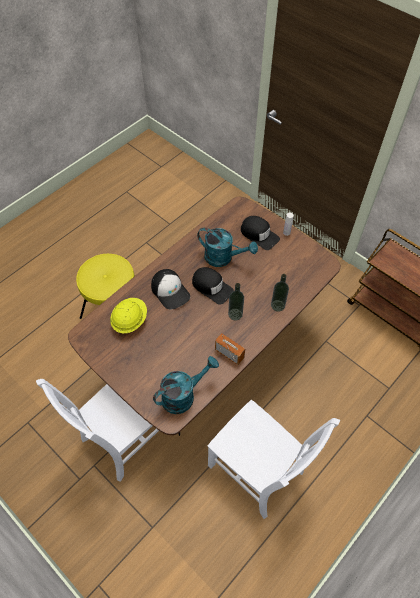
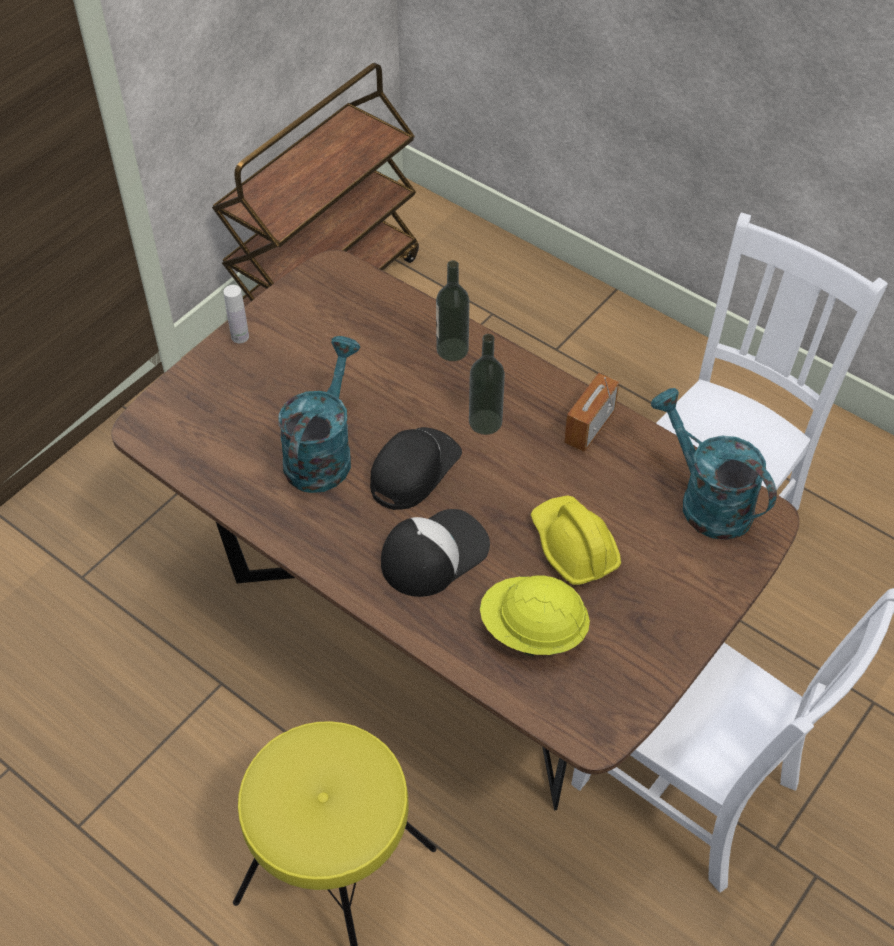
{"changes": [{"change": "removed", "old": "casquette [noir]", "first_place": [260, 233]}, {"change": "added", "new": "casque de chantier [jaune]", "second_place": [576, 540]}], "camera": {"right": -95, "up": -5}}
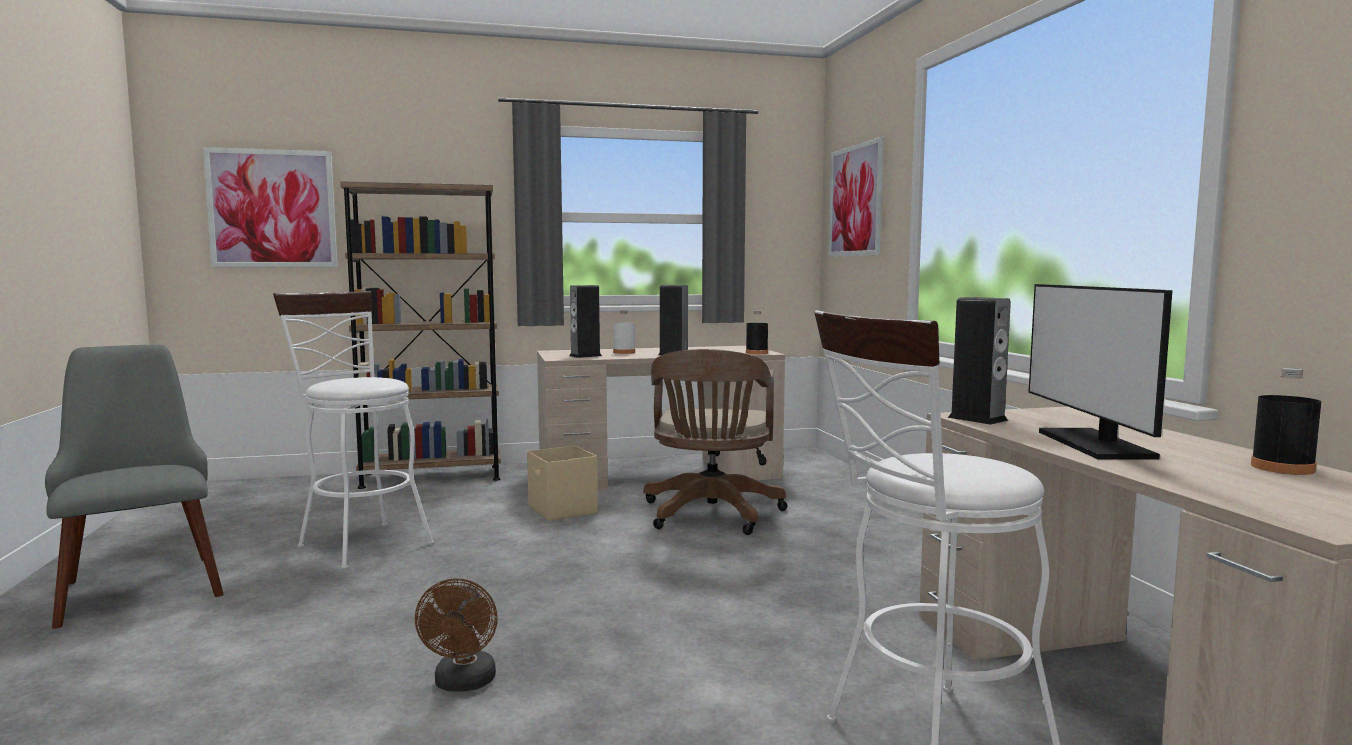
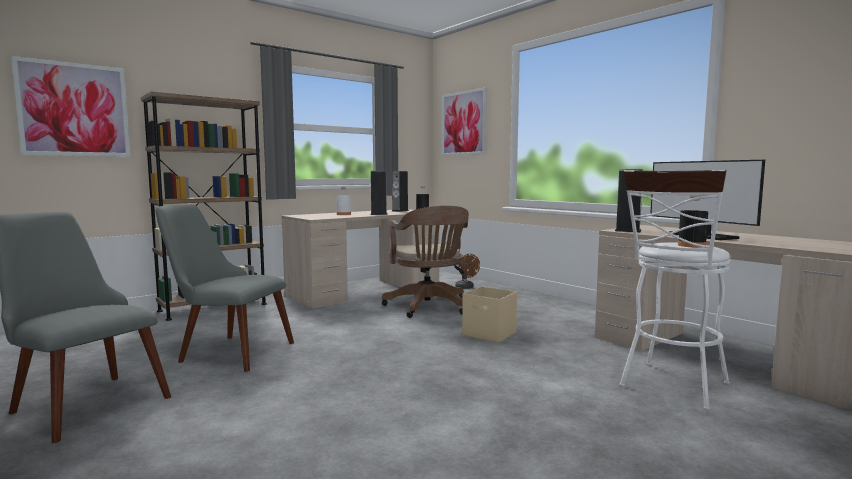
{"changes": [{"change": "replaced", "old": "tabouret [blanc]", "new": "chaise [gris]", "first_place": [353, 430], "second_place": [225, 288]}, {"change": "moved", "old": "ventilateur [marron]", "first_place": [456, 635], "second_place": [467, 271]}, {"change": "moved", "old": "boîte de rangement [beige]", "first_place": [562, 483], "second_place": [489, 314]}, {"change": "moved", "old": "enceinte", "first_place": [585, 321], "second_place": [400, 191]}, {"change": "moved", "old": "bouteille [noir]", "first_place": [1286, 421], "second_place": [693, 222]}], "camera": {"right": -25, "up": 0}}
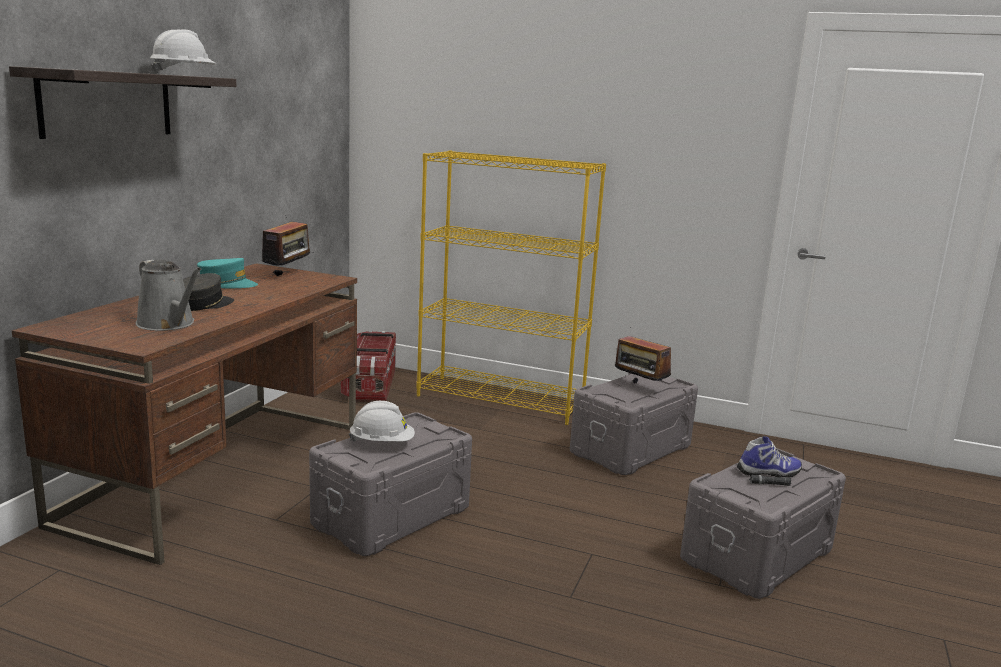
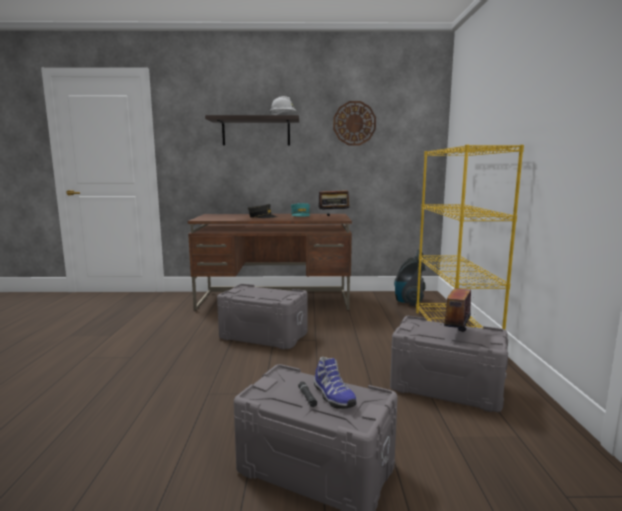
{"changes": [{"change": "removed", "old": "arrosoir [gris]", "first_place": [168, 295]}, {"change": "replaced", "old": "boîte de rangement", "new": "aspirateur", "first_place": [368, 366], "second_place": [410, 277]}, {"change": "removed", "old": "casque de chantier [blanc]", "first_place": [382, 421]}, {"change": "added", "new": "horloge murale", "second_place": [354, 123]}], "camera": {"right": 70, "up": -5}}
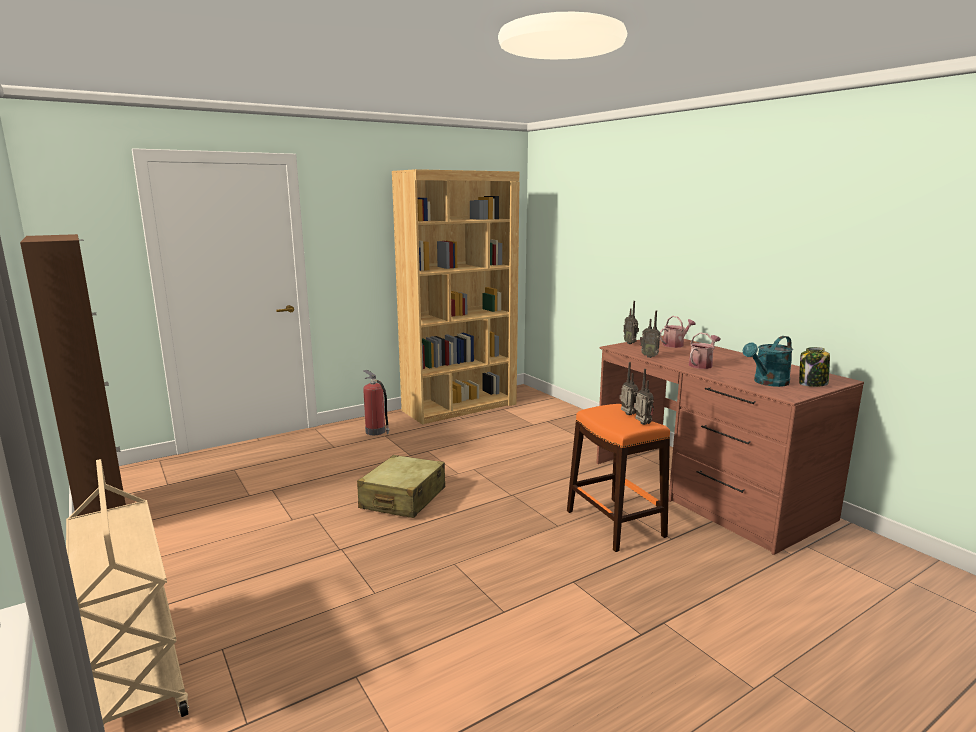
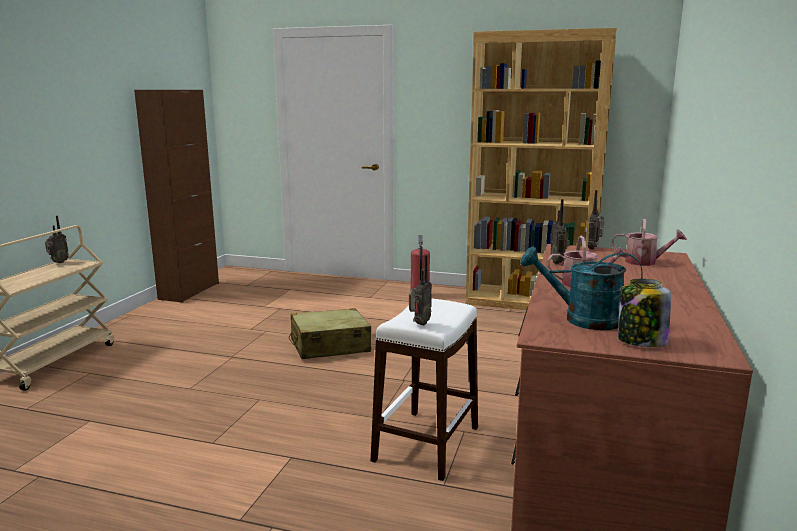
{"changes": [{"change": "recoloured", "old": "tabouret [orange]", "new": "tabouret [blanc]", "first_place": [618, 478], "second_place": [424, 390]}, {"change": "moved", "old": "radio", "first_place": [628, 388], "second_place": [57, 239]}], "camera": {"right": 50, "up": 0}}
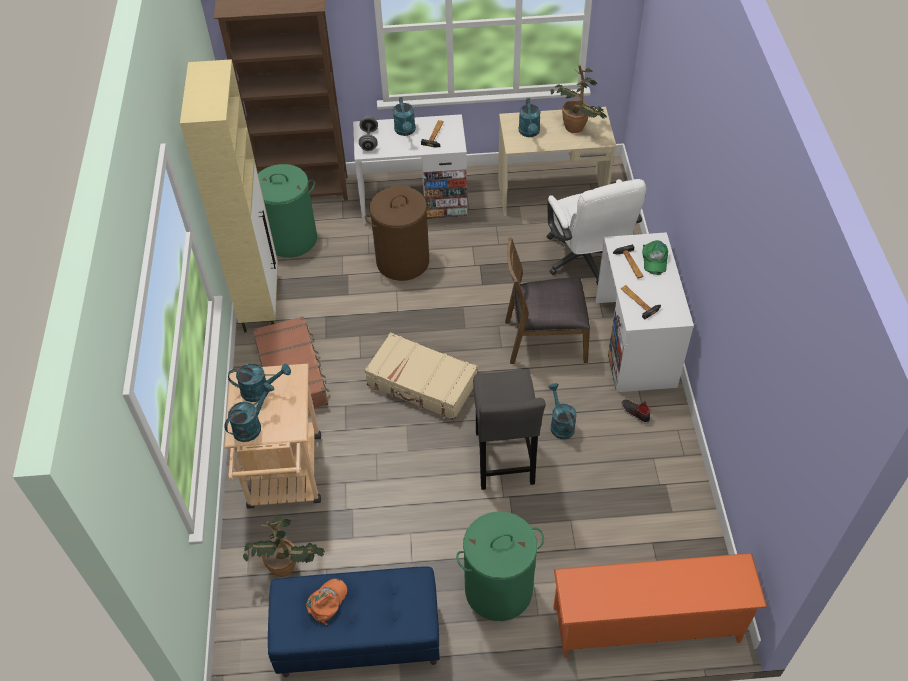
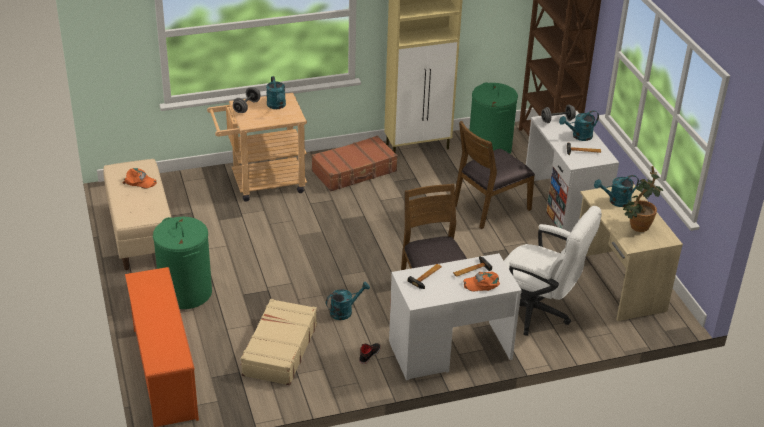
{"changes": [{"change": "replaced", "old": "arrosoir [turquoise]", "new": "haltère [gris]", "first_place": [249, 412], "second_place": [247, 100]}, {"change": "removed", "old": "plante en pot", "first_place": [284, 546]}, {"change": "recoloured", "old": "banc [bleu]", "new": "banc [beige]", "first_place": [354, 621], "second_place": [137, 214]}, {"change": "replaced", "old": "panier à linge [marron]", "new": "chaise [marron]", "first_place": [398, 233], "second_place": [495, 175]}, {"change": "moved", "old": "valise [beige]", "first_place": [421, 376], "second_place": [278, 342]}, {"change": "removed", "old": "tabouret [gris]", "first_place": [509, 429]}, {"change": "turned", "old": "chaise de bureau [blanc]", "first_place": [596, 232], "second_place": [553, 271], "degrees": -120}, {"change": "recoloured", "old": "casquette [vert]", "new": "casquette [orange]", "first_place": [655, 257], "second_place": [481, 282]}], "camera": {"right": 75, "up": -15}}
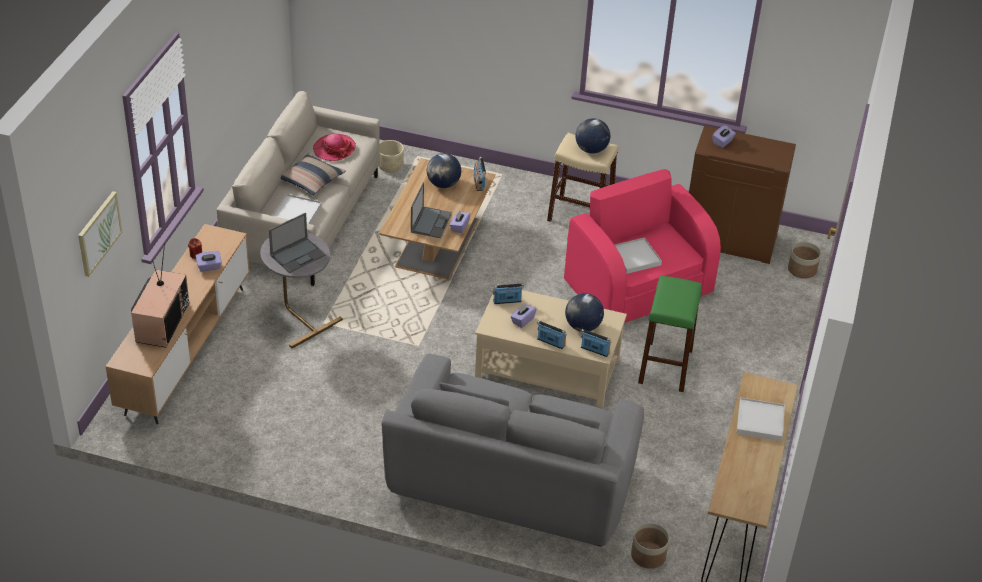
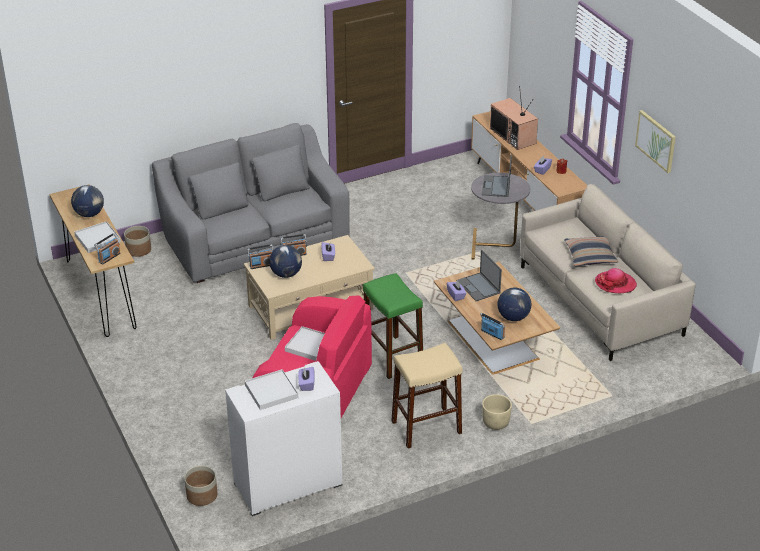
{"changes": [{"change": "moved", "old": "tableau", "first_place": [100, 234], "second_place": [655, 141]}, {"change": "moved", "old": "plateau [blanc]", "first_place": [297, 209], "second_place": [271, 389]}, {"change": "moved", "old": "cache-pot [beige]", "first_place": [391, 156], "second_place": [497, 412]}, {"change": "moved", "old": "radio", "first_place": [508, 293], "second_place": [107, 248]}, {"change": "moved", "old": "globe", "first_place": [592, 136], "second_place": [87, 201]}, {"change": "moved", "old": "tabouret [vert]", "first_place": [670, 334], "second_place": [393, 326]}, {"change": "recoloured", "old": "meuble de rangement [marron]", "new": "meuble de rangement [blanc]", "first_place": [742, 195], "second_place": [283, 438]}], "camera": {"right": 140, "up": -5}}
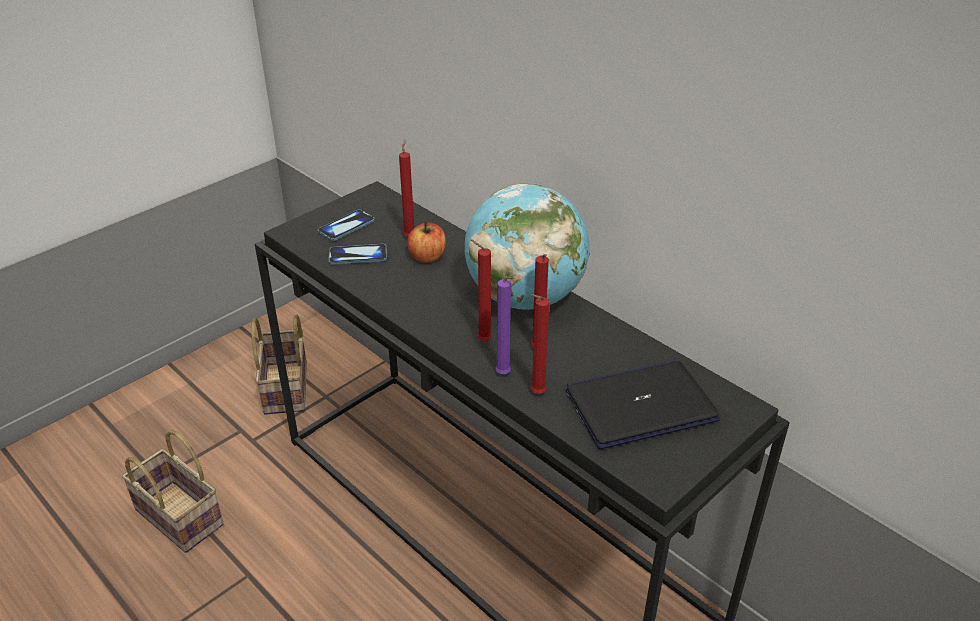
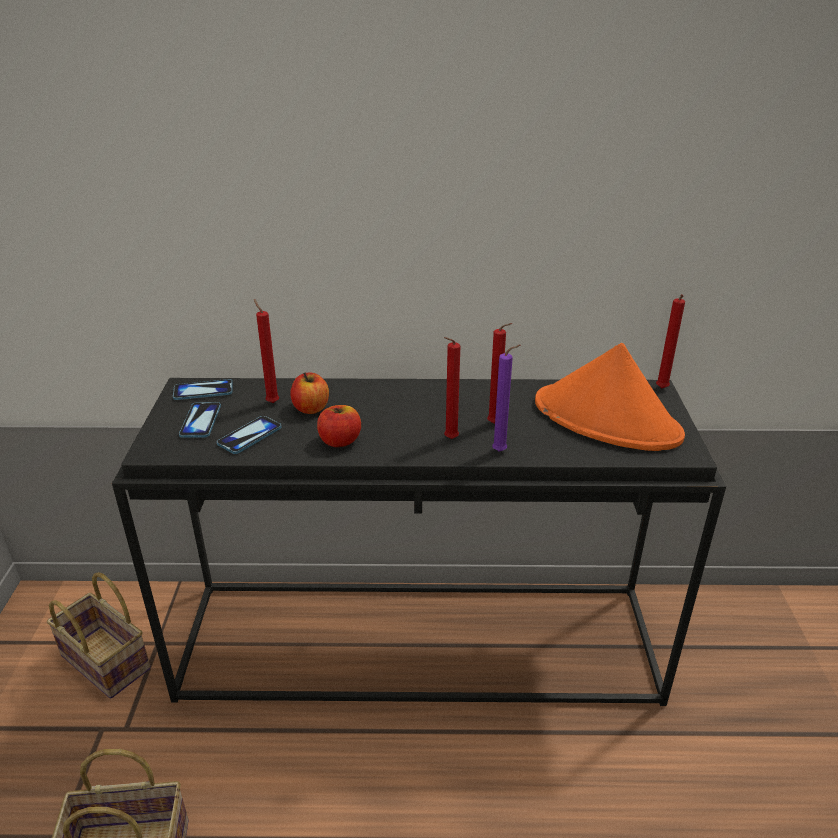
{"changes": [{"change": "removed", "old": "globe", "first_place": [527, 246]}, {"change": "moved", "old": "bougie [rouge]", "first_place": [540, 344], "second_place": [670, 341]}, {"change": "replaced", "old": "ordinateur portable", "new": "chapeau [orange]", "first_place": [643, 404], "second_place": [610, 397]}, {"change": "added", "new": "téléphone", "second_place": [202, 389]}, {"change": "added", "new": "pomme", "second_place": [339, 426]}], "camera": {"right": -45, "up": -5}}
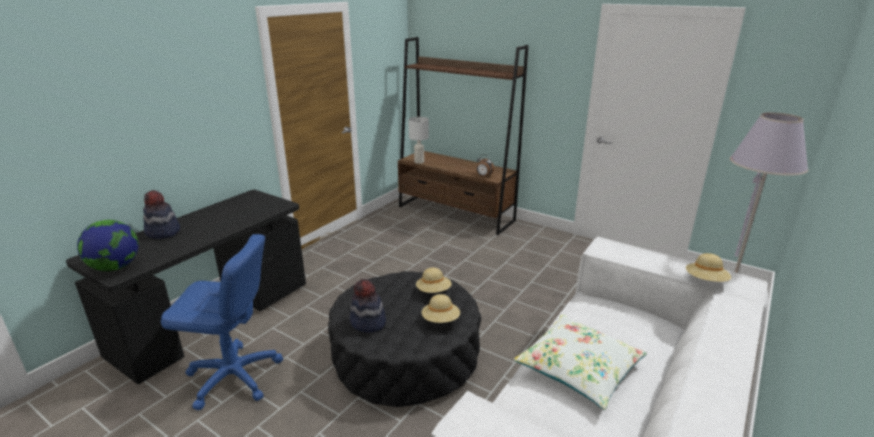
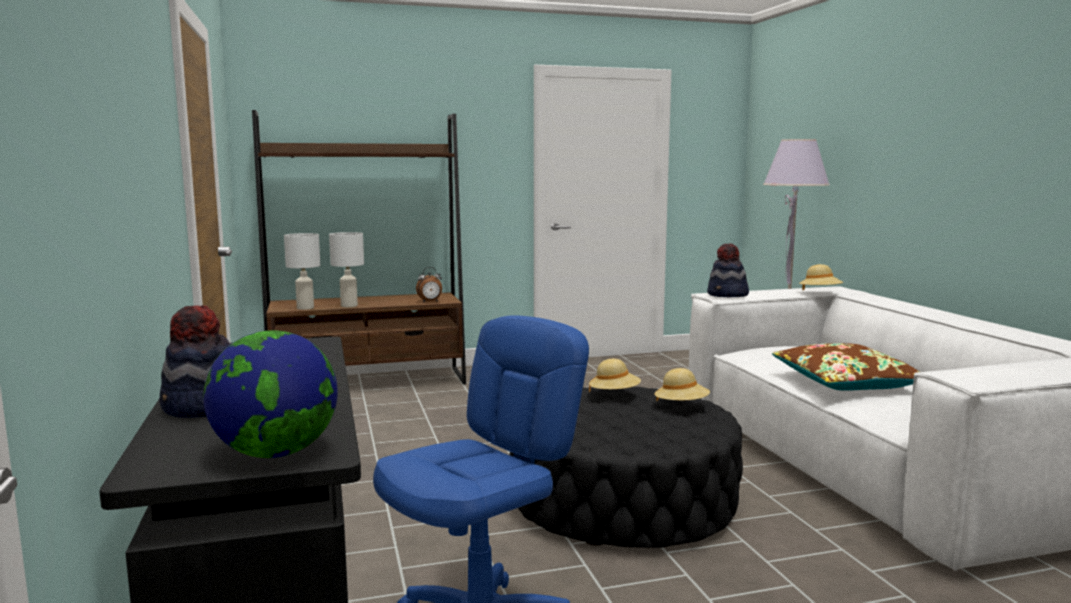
{"changes": [{"change": "moved", "old": "chapeau", "first_place": [367, 306], "second_place": [728, 270]}, {"change": "recoloured", "old": "coussin [blanc]", "new": "coussin [marron]", "first_place": [580, 362], "second_place": [846, 367]}, {"change": "added", "new": "lampe de table [blanc]", "second_place": [346, 269]}], "camera": {"right": -50, "up": -15}}
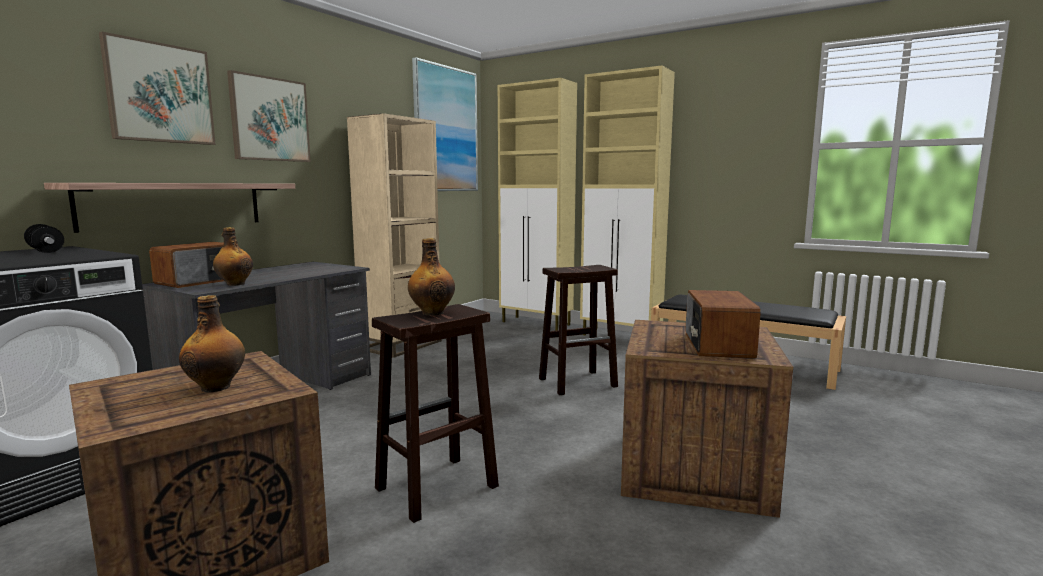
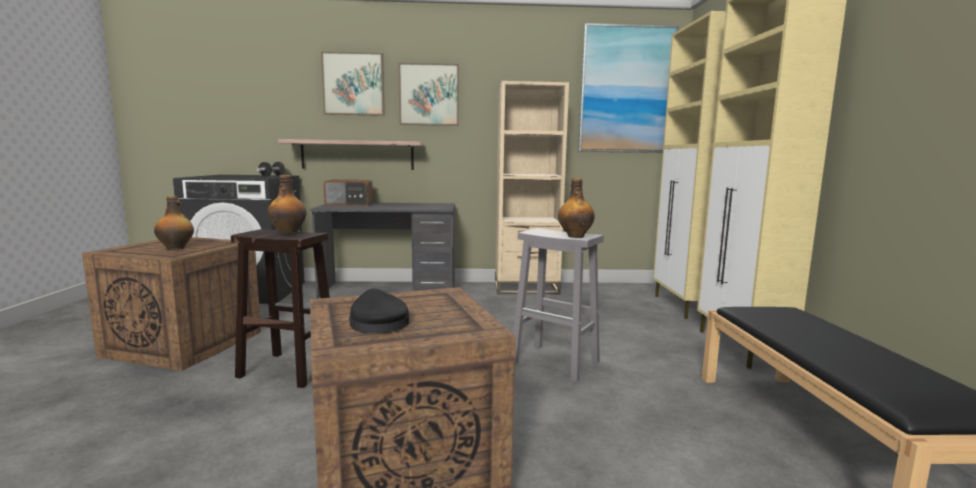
{"changes": [{"change": "moved", "old": "bouteille", "first_place": [233, 256], "second_place": [576, 208]}, {"change": "recoloured", "old": "tabouret [marron]", "new": "tabouret [gris]", "first_place": [578, 330], "second_place": [558, 305]}, {"change": "replaced", "old": "radio", "new": "casquette [noir]", "first_place": [723, 324], "second_place": [379, 310]}], "camera": {"right": 55, "up": 0}}
